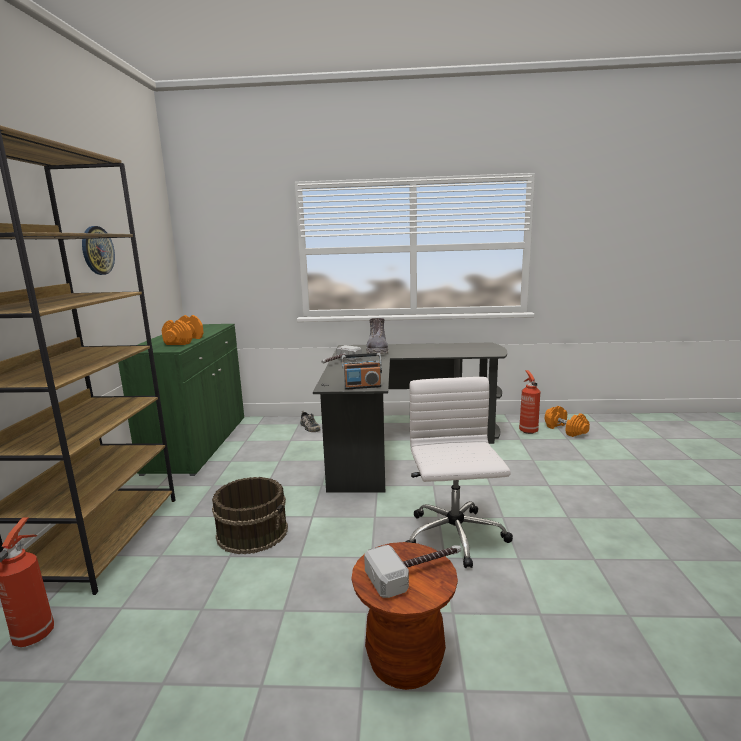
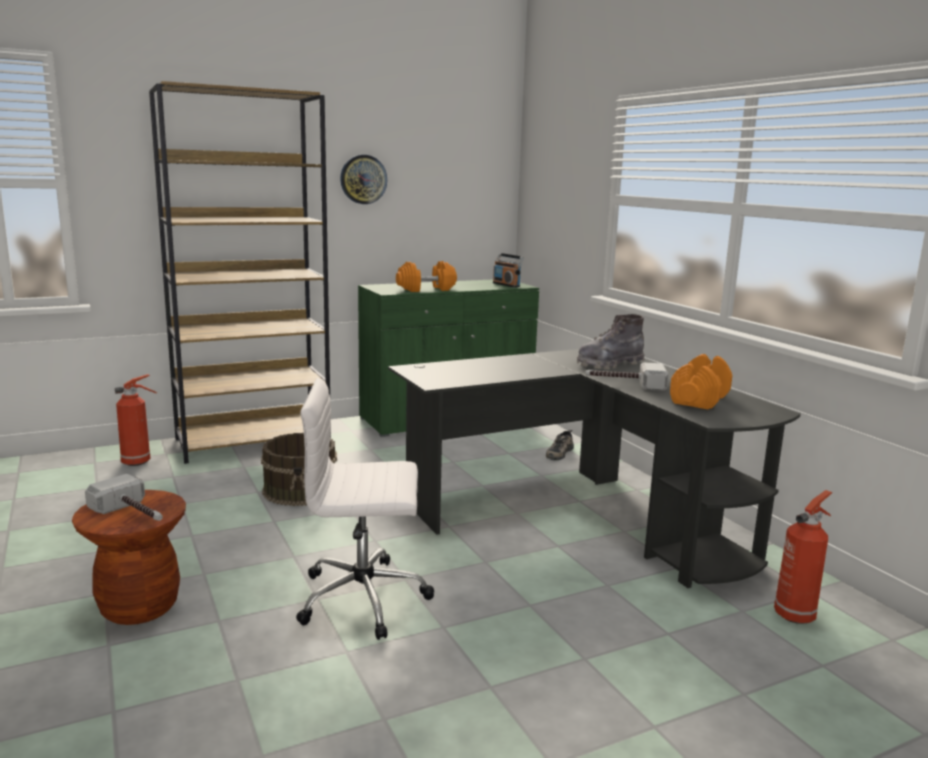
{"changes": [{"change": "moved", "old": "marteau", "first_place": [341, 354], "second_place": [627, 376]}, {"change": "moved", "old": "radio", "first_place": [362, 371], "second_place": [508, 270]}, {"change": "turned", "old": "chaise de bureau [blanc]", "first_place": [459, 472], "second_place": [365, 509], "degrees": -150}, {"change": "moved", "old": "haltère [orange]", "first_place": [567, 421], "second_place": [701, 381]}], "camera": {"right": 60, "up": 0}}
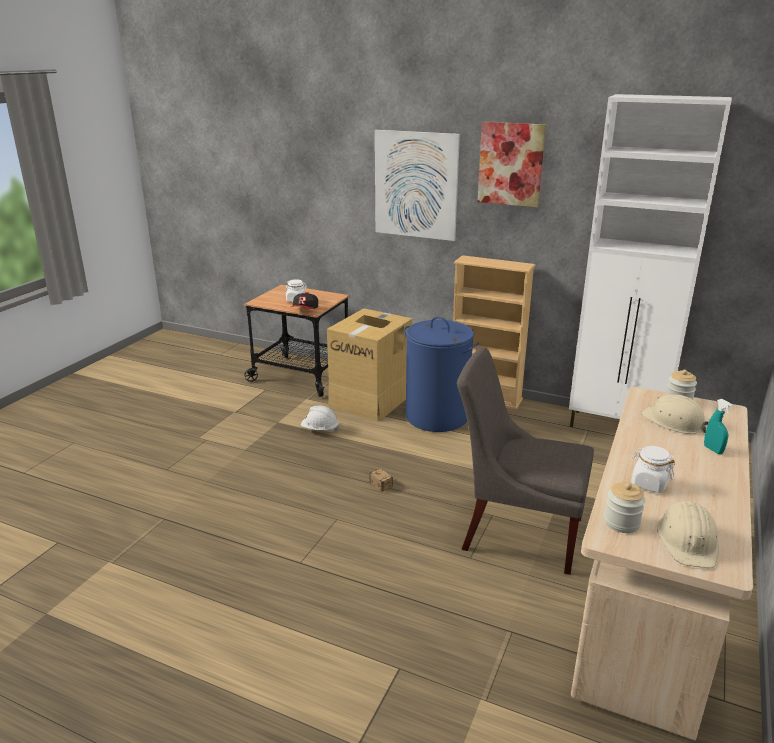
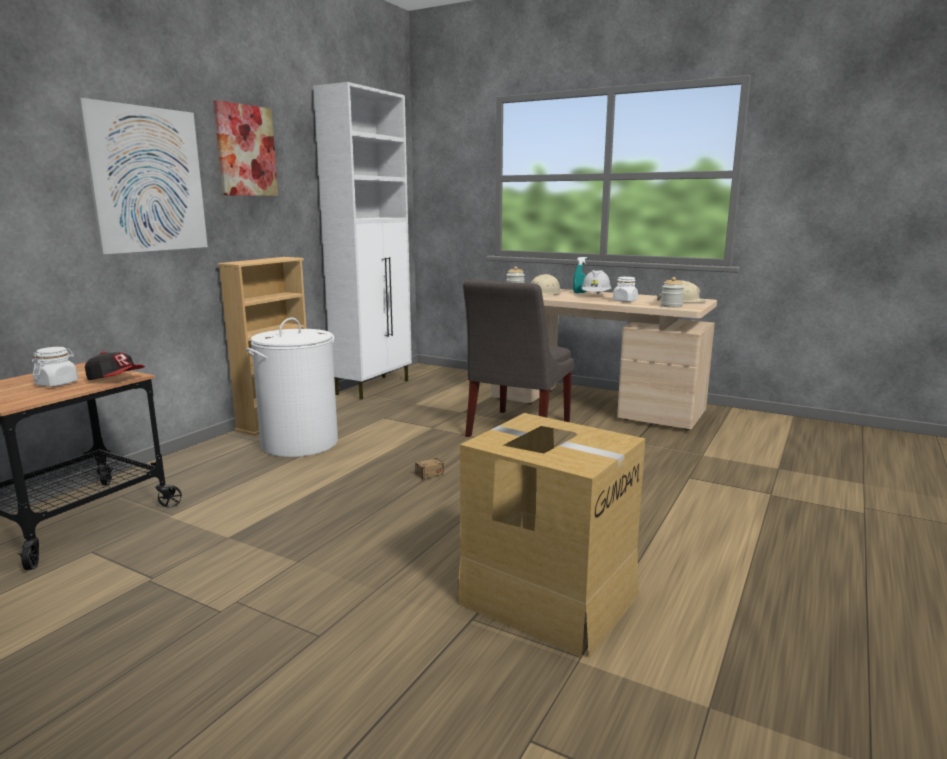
{"changes": [{"change": "moved", "old": "casque de chantier [blanc]", "first_place": [320, 419], "second_place": [596, 282]}, {"change": "moved", "old": "carton", "first_place": [370, 364], "second_place": [551, 535]}, {"change": "recoloured", "old": "panier à linge [bleu]", "new": "panier à linge [blanc]", "first_place": [441, 374], "second_place": [292, 387]}], "camera": {"right": -85, "up": -10}}
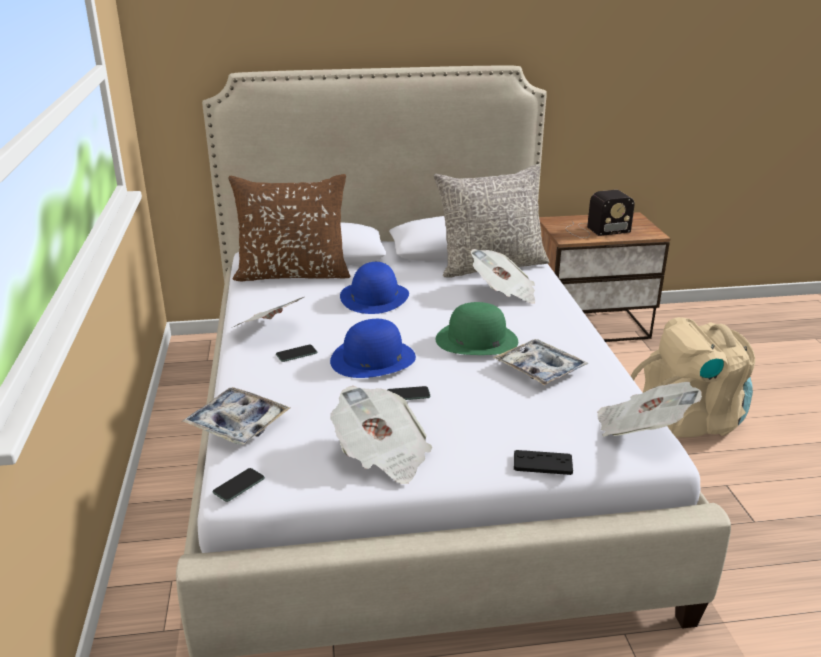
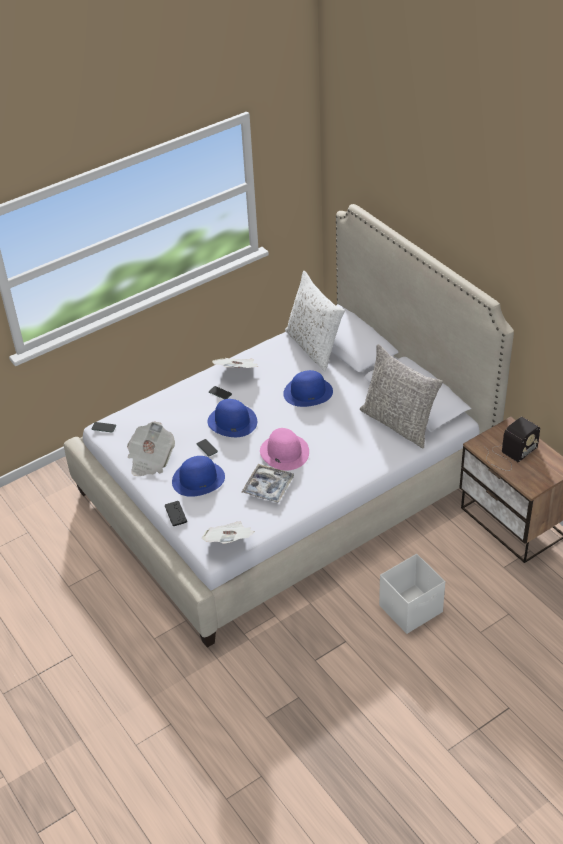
{"changes": [{"change": "removed", "old": "plateau", "first_place": [236, 416]}, {"change": "recoloured", "old": "coussin [marron]", "new": "coussin [blanc]", "first_place": [289, 228], "second_place": [315, 321]}, {"change": "recoloured", "old": "chapeau [vert]", "new": "chapeau [rose]", "first_place": [477, 328], "second_place": [284, 449]}, {"change": "removed", "old": "journal", "first_place": [503, 276]}, {"change": "turned", "old": "radio", "first_place": [600, 214], "second_place": [512, 444], "degrees": -90}, {"change": "replaced", "old": "sac à dos [beige]", "new": "boîte de rangement [blanc]", "first_place": [693, 377], "second_place": [412, 594]}, {"change": "added", "new": "chapeau [bleu]", "second_place": [198, 476]}], "camera": {"right": 65, "up": 15}}
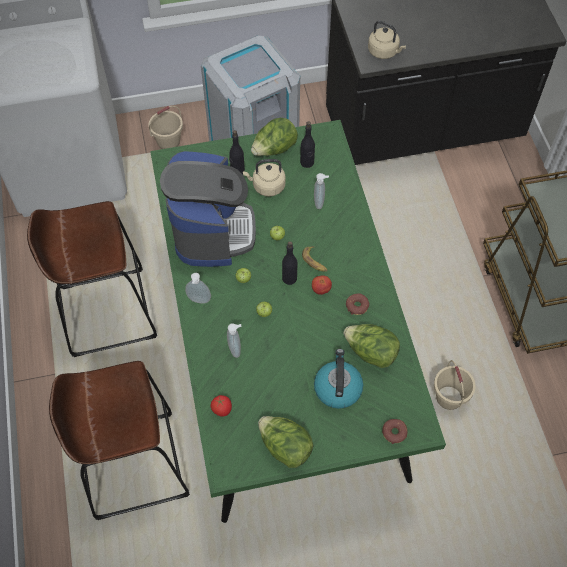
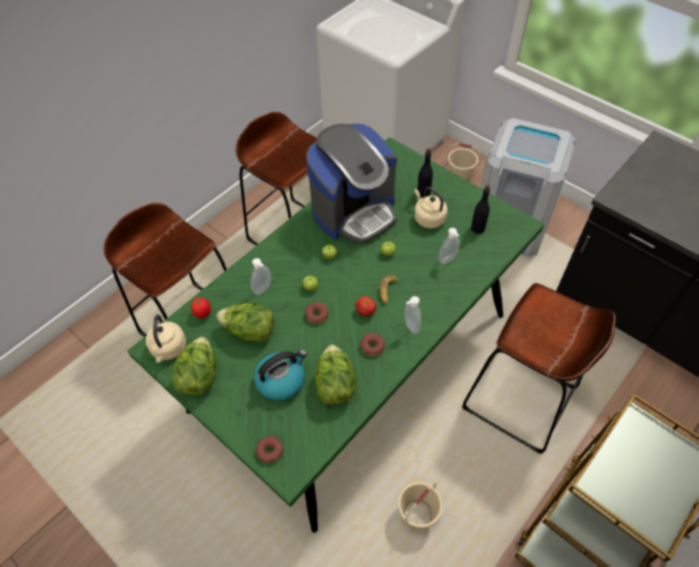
{"changes": [{"change": "moved", "old": "distributeur de savon", "first_place": [198, 288], "second_place": [413, 314]}, {"change": "moved", "old": "laitue", "first_place": [274, 137], "second_place": [245, 322]}, {"change": "removed", "old": "bouteille [noir]", "first_place": [289, 263]}, {"change": "moved", "old": "bouilloire [beige]", "first_place": [387, 40], "second_place": [166, 338]}, {"change": "added", "new": "beignet", "second_place": [316, 313]}, {"change": "added", "new": "tabouret [marron]", "second_place": [539, 368]}], "camera": {"right": 55, "up": -5}}
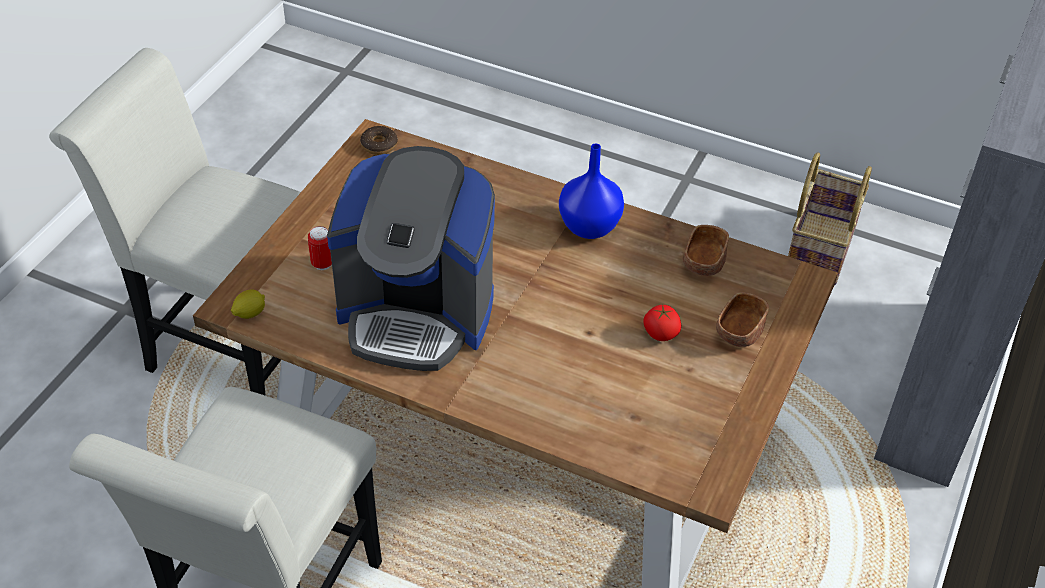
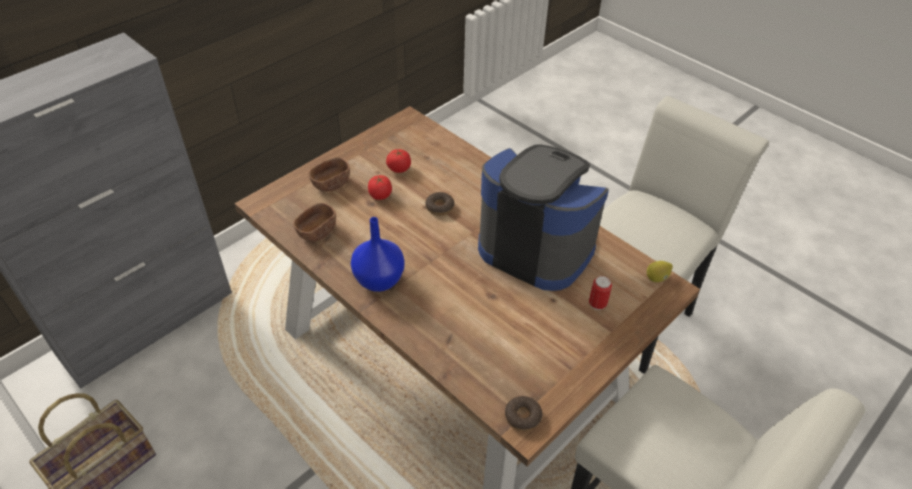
{"changes": [{"change": "added", "new": "tomate", "second_place": [398, 161]}, {"change": "added", "new": "beignet", "second_place": [439, 203]}], "camera": {"right": -160, "up": 0}}
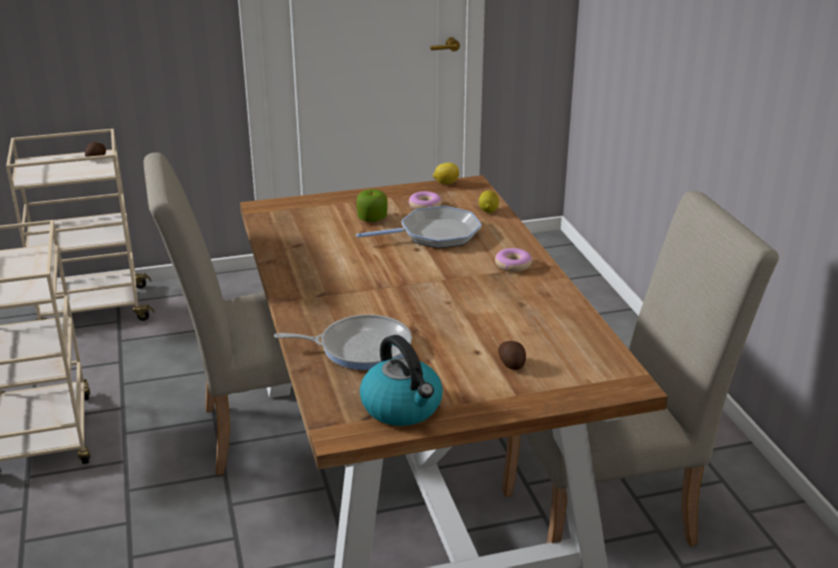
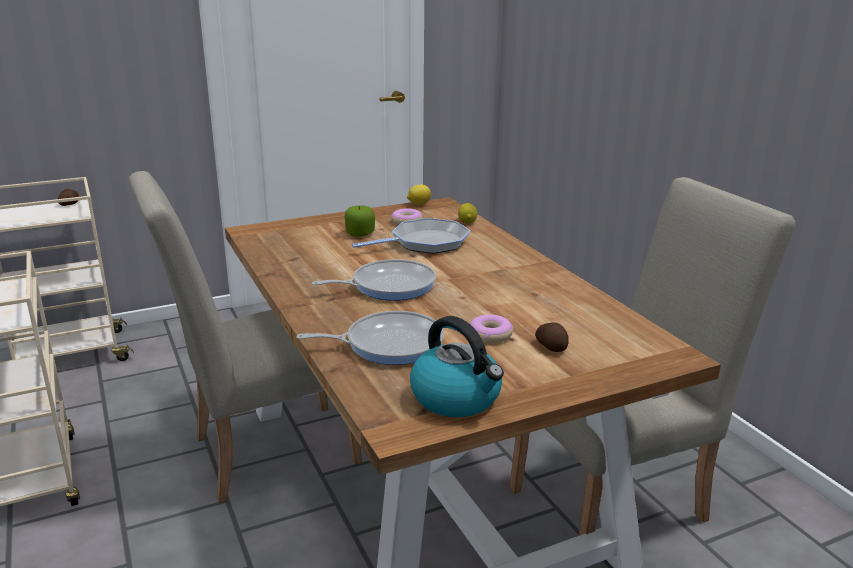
{"changes": [{"change": "moved", "old": "beignet", "first_place": [514, 260], "second_place": [492, 329]}, {"change": "added", "new": "poêle", "second_place": [374, 280]}], "camera": {"right": -10, "up": -5}}
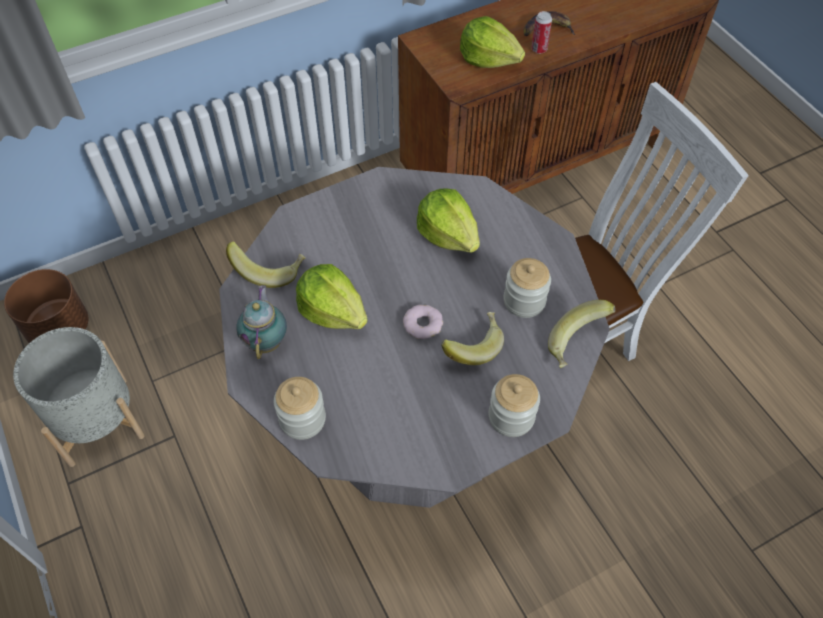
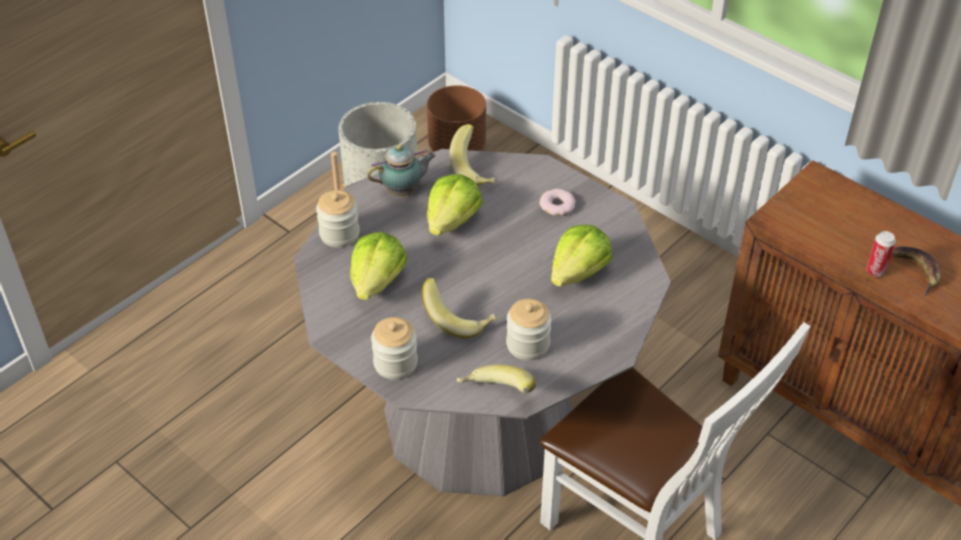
{"changes": [{"change": "moved", "old": "beignet", "first_place": [423, 322], "second_place": [557, 202]}, {"change": "moved", "old": "laitue", "first_place": [492, 42], "second_place": [378, 266]}], "camera": {"right": 70, "up": -10}}
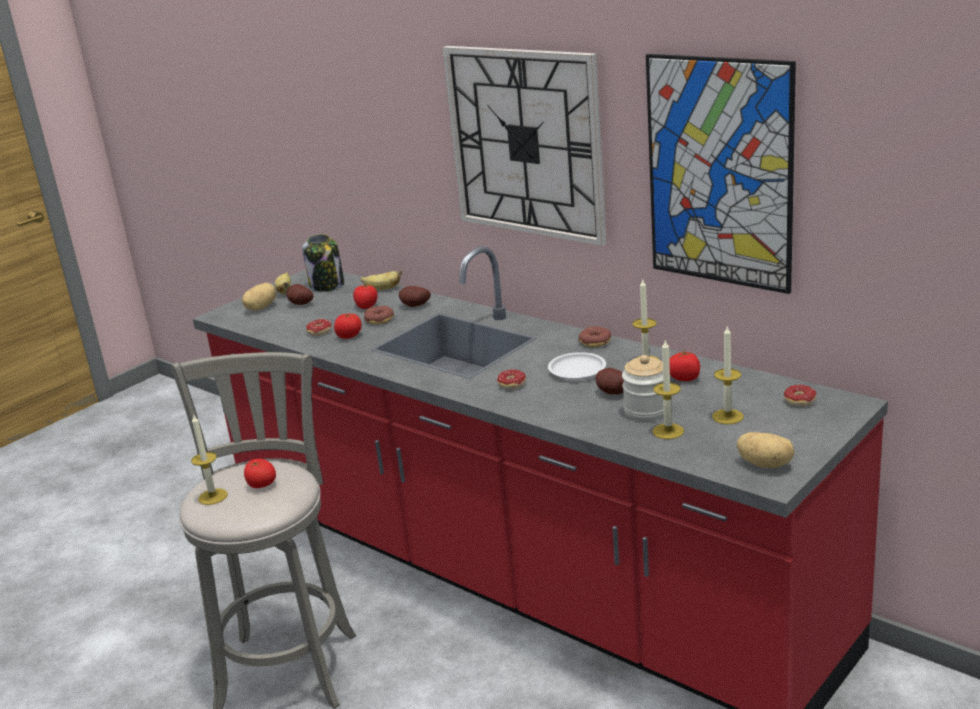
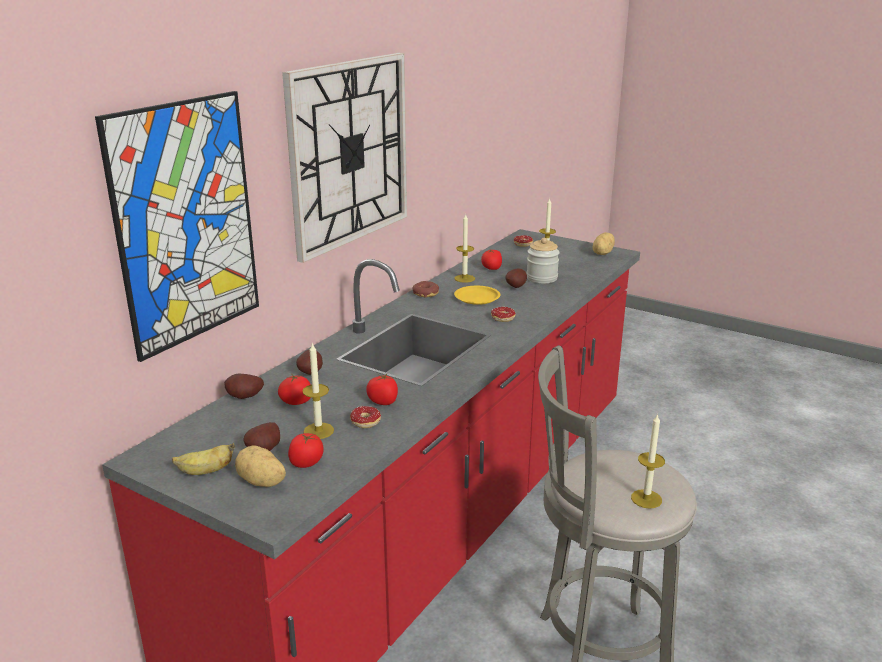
{"changes": [{"change": "moved", "old": "tomate", "first_place": [260, 473], "second_place": [306, 450]}, {"change": "removed", "old": "bocal", "first_place": [323, 263]}, {"change": "replaced", "old": "banane", "new": "pomme de terre", "first_place": [381, 280], "second_place": [244, 386]}, {"change": "removed", "old": "beignet", "first_place": [379, 315]}, {"change": "recoloured", "old": "assiette [blanc]", "new": "assiette [jaune]", "first_place": [577, 365], "second_place": [477, 295]}, {"change": "moved", "old": "tableau", "first_place": [721, 174], "second_place": [177, 226]}, {"change": "moved", "old": "bougie", "first_place": [668, 389], "second_place": [318, 390]}], "camera": {"right": -100, "up": 0}}
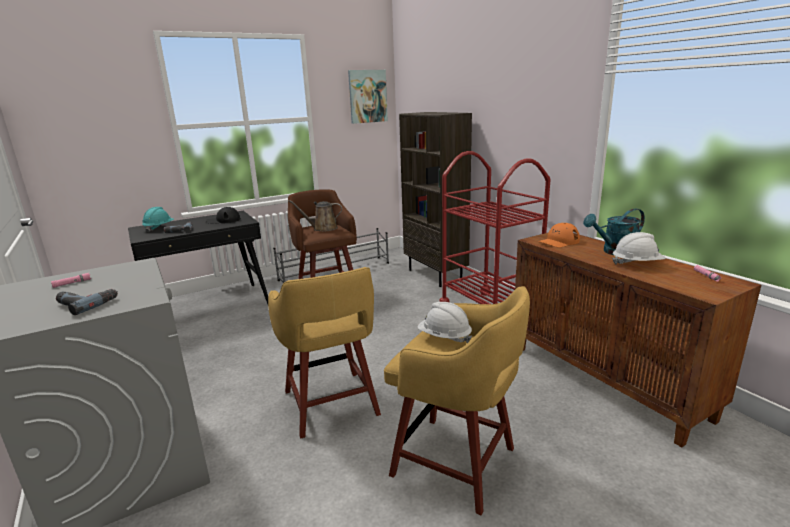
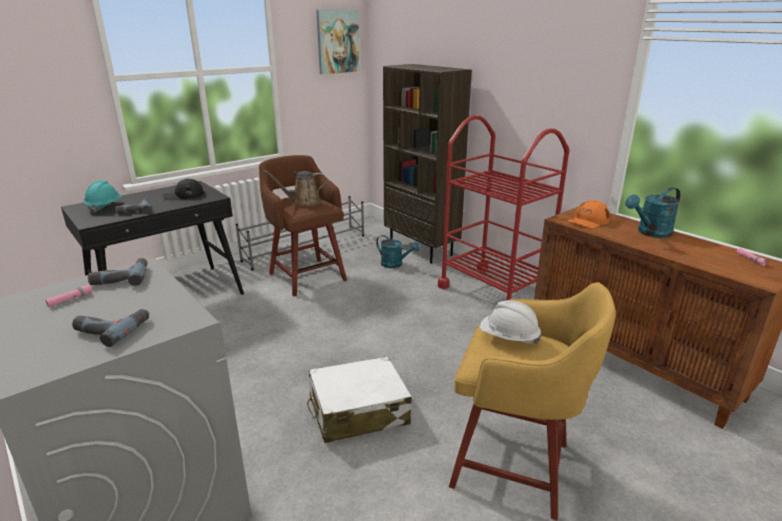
{"changes": [{"change": "replaced", "old": "tabouret [jaune]", "new": "valise [blanc]", "first_place": [324, 352], "second_place": [359, 399]}, {"change": "removed", "old": "casque de chantier [blanc]", "first_place": [638, 248]}, {"change": "added", "new": "perceuse", "second_place": [118, 272]}, {"change": "added", "new": "arrosoir [turquoise]", "second_place": [398, 251]}], "camera": {"right": -10, "up": 5}}
